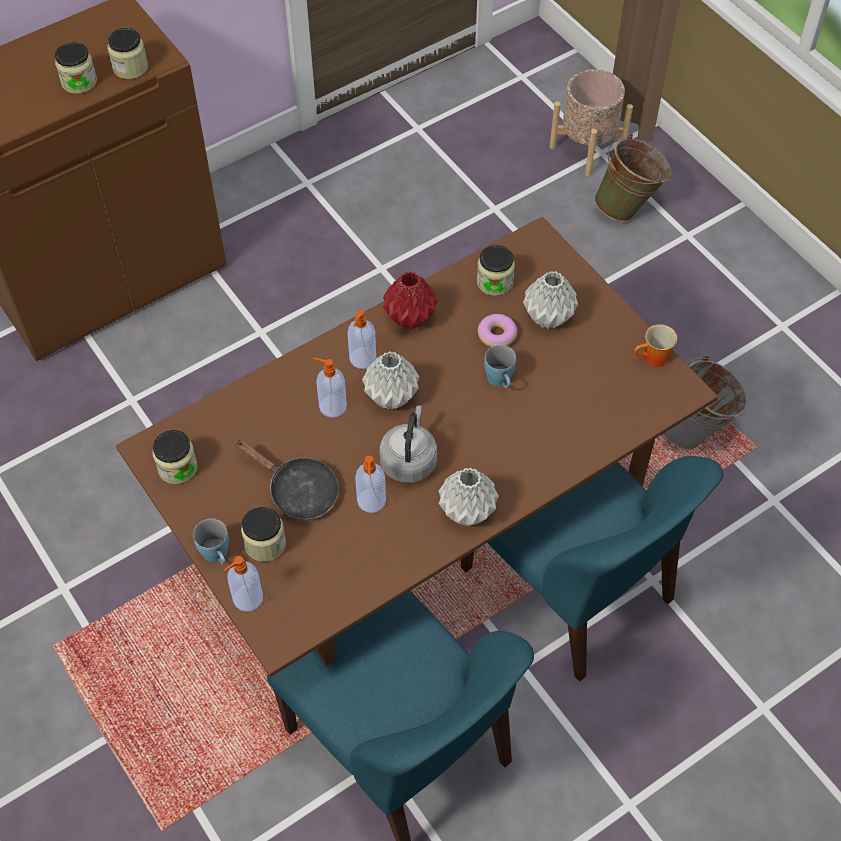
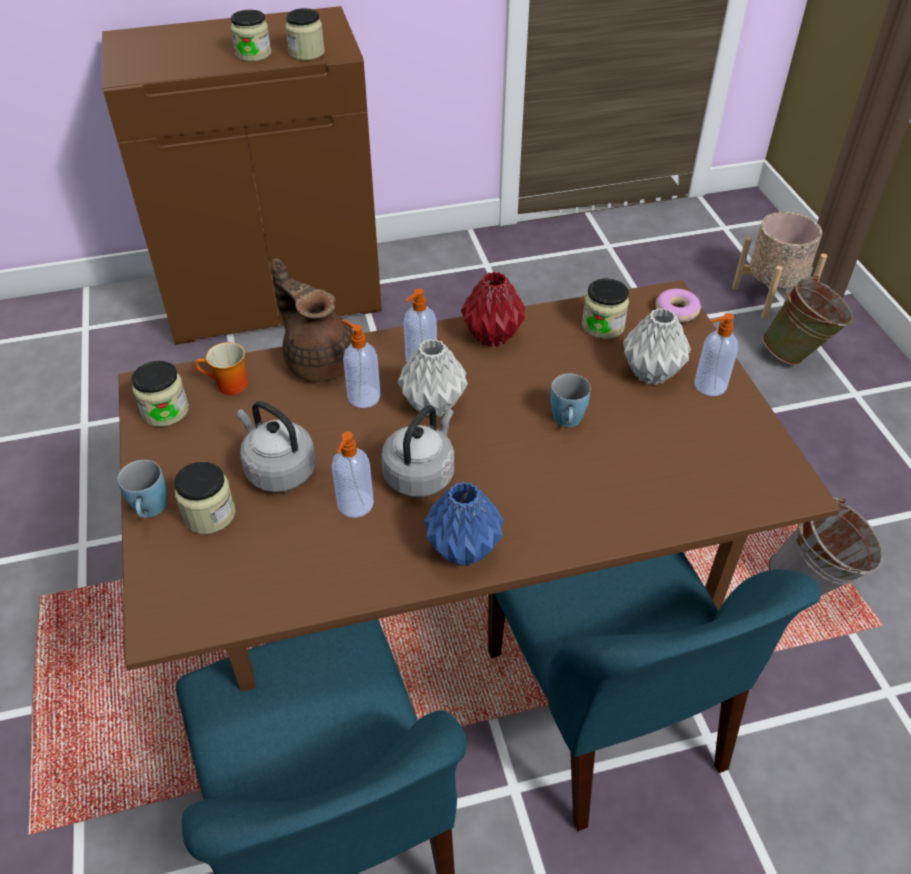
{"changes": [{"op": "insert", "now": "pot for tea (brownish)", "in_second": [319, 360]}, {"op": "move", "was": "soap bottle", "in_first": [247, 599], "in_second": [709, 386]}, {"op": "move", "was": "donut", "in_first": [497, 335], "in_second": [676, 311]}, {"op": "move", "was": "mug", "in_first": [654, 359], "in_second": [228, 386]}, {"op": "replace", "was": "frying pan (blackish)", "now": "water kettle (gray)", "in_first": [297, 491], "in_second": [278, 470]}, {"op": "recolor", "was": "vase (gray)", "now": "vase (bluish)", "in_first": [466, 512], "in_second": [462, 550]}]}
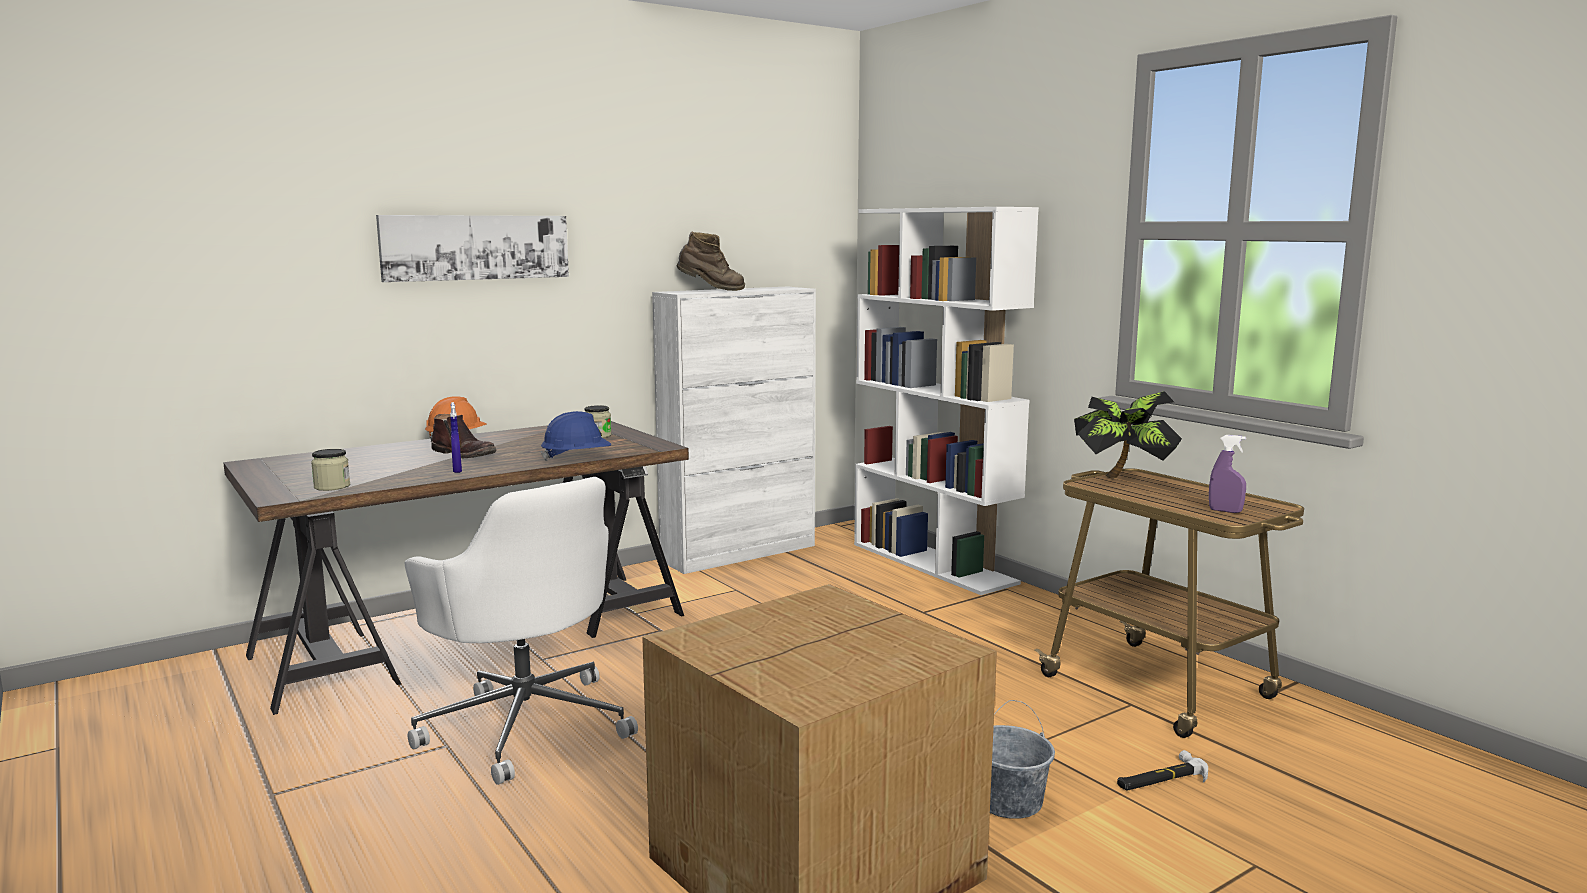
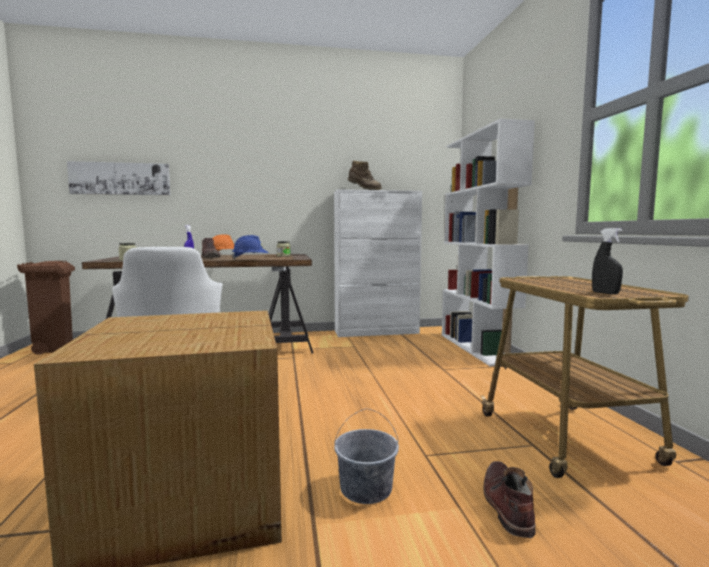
{"changes": [{"op": "delete", "was": "houseplant", "in_first": [1125, 478]}, {"op": "insert", "now": "rubbish bin (brownish)", "in_second": [54, 349]}, {"op": "move", "was": "wall art", "in_first": [476, 247], "in_second": [120, 178]}, {"op": "replace", "was": "hand hammer", "now": "high-top boot (brownish)", "in_first": [1161, 778], "in_second": [506, 504]}, {"op": "recolor", "was": "hand sprayer (purple)", "now": "hand sprayer (blackish)", "in_first": [1225, 511], "in_second": [605, 293]}]}
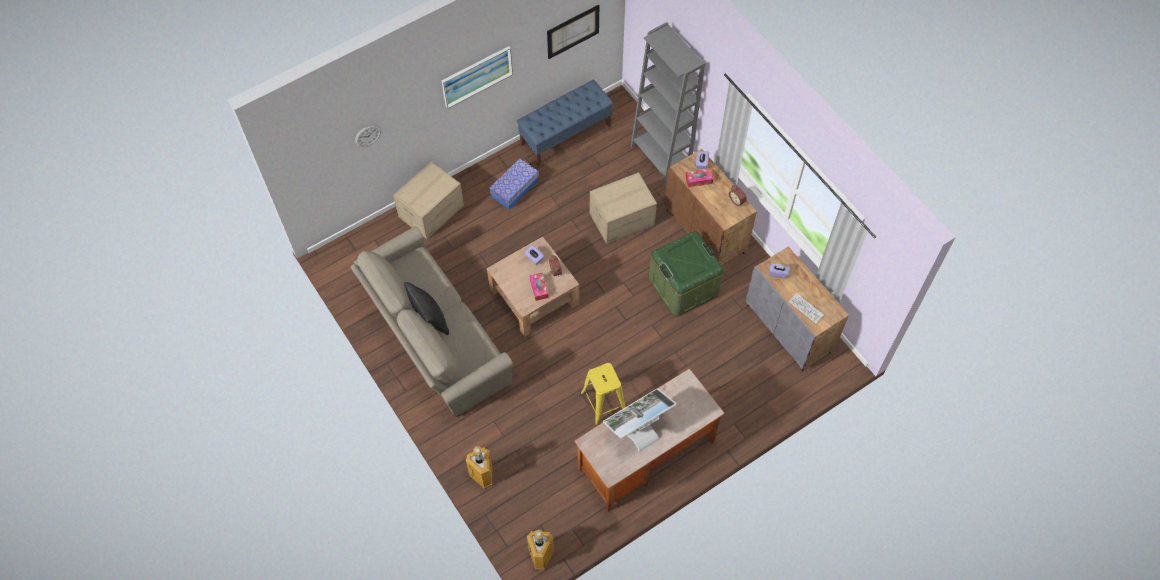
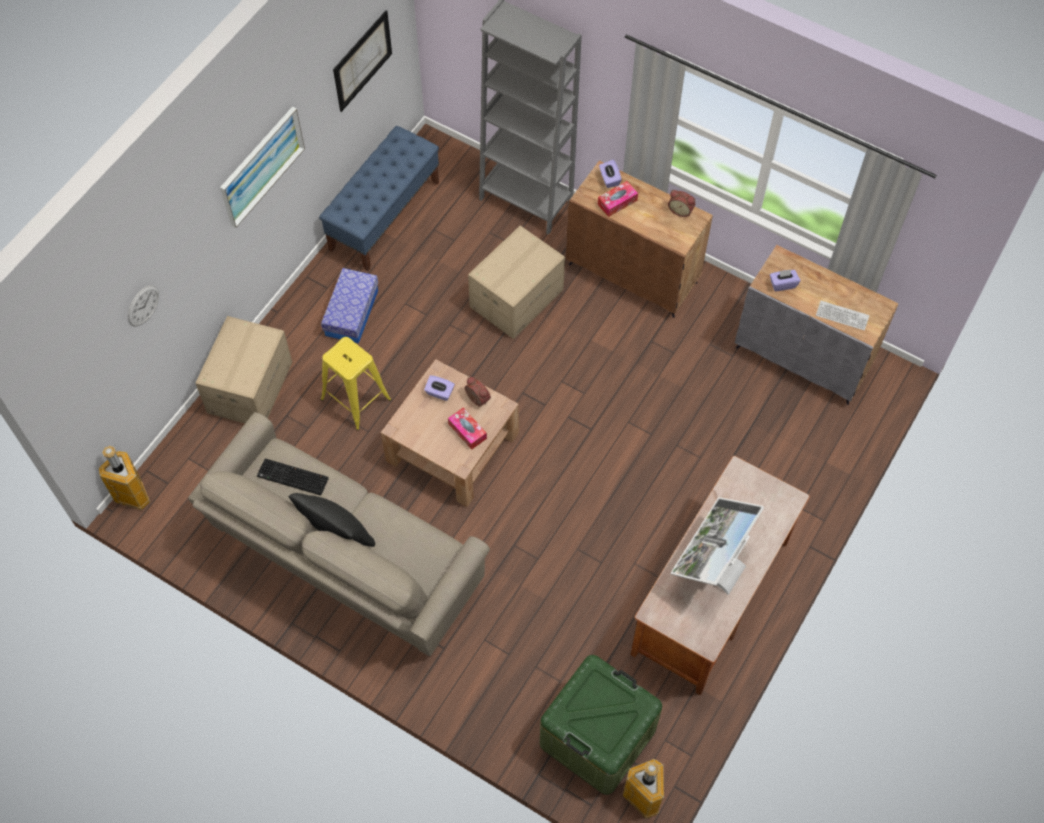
{"changes": [{"op": "insert", "now": "keyboard", "in_second": [291, 478]}, {"op": "move", "was": "rubbish bin", "in_first": [483, 476], "in_second": [134, 496]}, {"op": "move", "was": "sitting stool (yellowish)", "in_first": [603, 402], "in_second": [356, 399]}, {"op": "move", "was": "storage container (green)", "in_first": [683, 286], "in_second": [597, 737]}]}
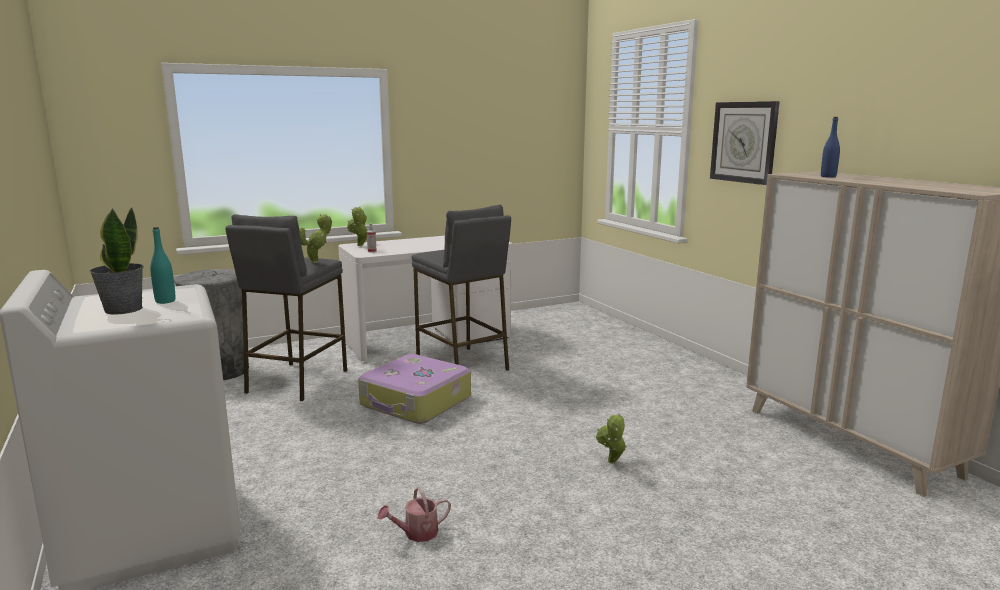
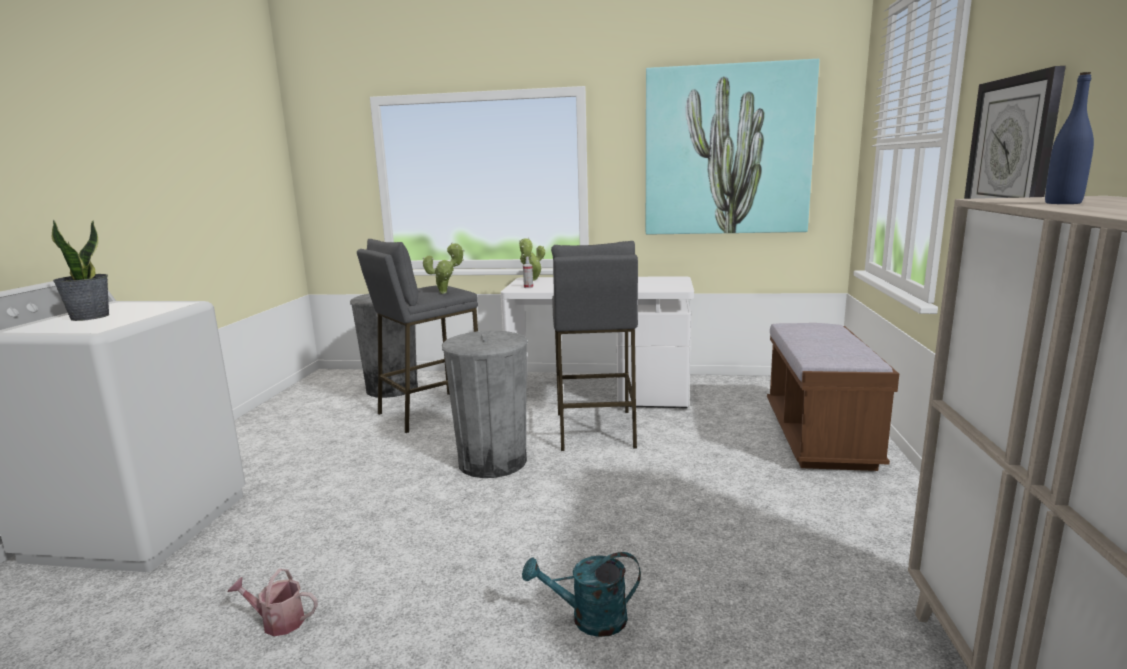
{"changes": [{"op": "delete", "was": "beverage bottle (turquoise)", "in_first": [165, 301]}, {"op": "insert", "now": "wall art", "in_second": [726, 151]}, {"op": "insert", "now": "bench (brownish)", "in_second": [819, 437]}, {"op": "replace", "was": "travel case", "now": "rubbish bin (gray)", "in_first": [415, 402], "in_second": [492, 462]}, {"op": "replace", "was": "houseplant", "now": "watering pot (turquoise)", "in_first": [612, 463], "in_second": [589, 619]}]}
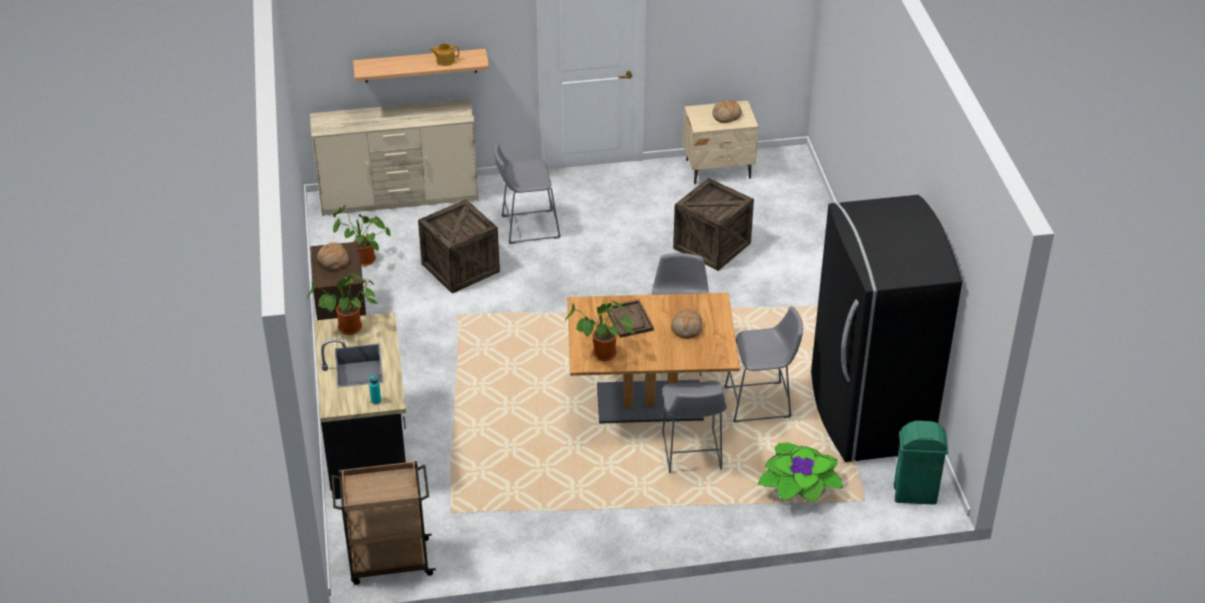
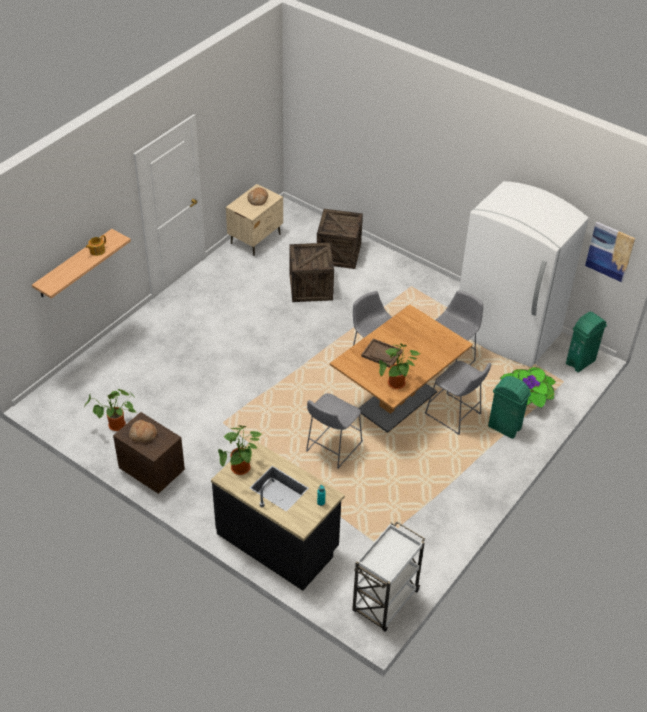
{"changes": [{"op": "delete", "was": "dresser (sand-coloured)", "in_first": [399, 197]}, {"op": "delete", "was": "bread", "in_first": [686, 328]}, {"op": "insert", "now": "rubbish bin (green)", "in_second": [504, 428]}, {"op": "insert", "now": "wall art", "in_second": [610, 251]}, {"op": "move", "was": "shipping crate", "in_first": [460, 268], "in_second": [338, 254]}, {"op": "move", "was": "sitting stool (gray)", "in_first": [526, 227], "in_second": [332, 448]}, {"op": "recolor", "was": "trolley (brownish)", "now": "trolley (whitish)", "in_first": [388, 562], "in_second": [384, 602]}, {"op": "recolor", "was": "kitchen fridge (blackish)", "now": "kitchen fridge (whitish)", "in_first": [868, 413], "in_second": [506, 333]}]}
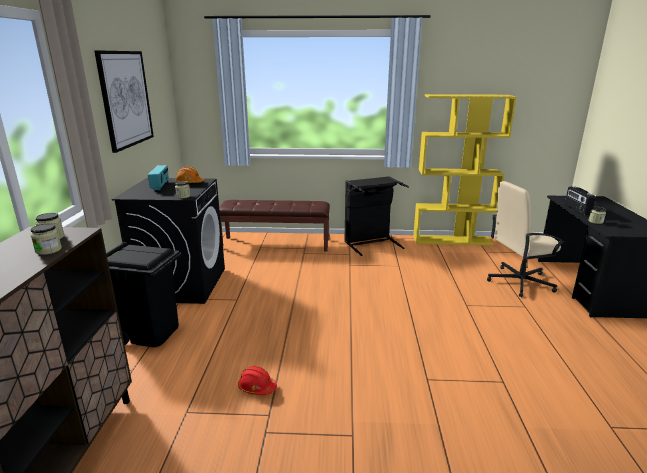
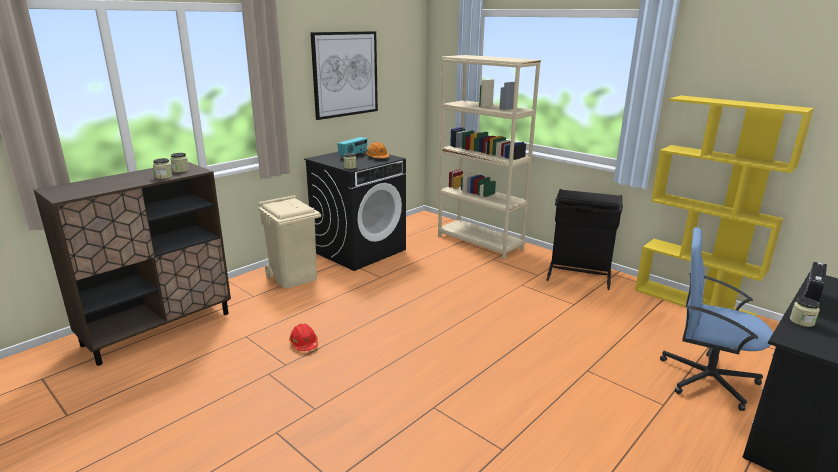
{"changes": [{"op": "replace", "was": "bench (brownish)", "now": "bookshelf (sand-coloured)", "in_first": [275, 244], "in_second": [480, 242]}, {"op": "recolor", "was": "rubbish bin (blackish)", "now": "rubbish bin (sand-coloured)", "in_first": [151, 333], "in_second": [294, 277]}, {"op": "recolor", "was": "computer chair (sand-coloured)", "now": "computer chair (bluish)", "in_first": [519, 282], "in_second": [706, 378]}]}
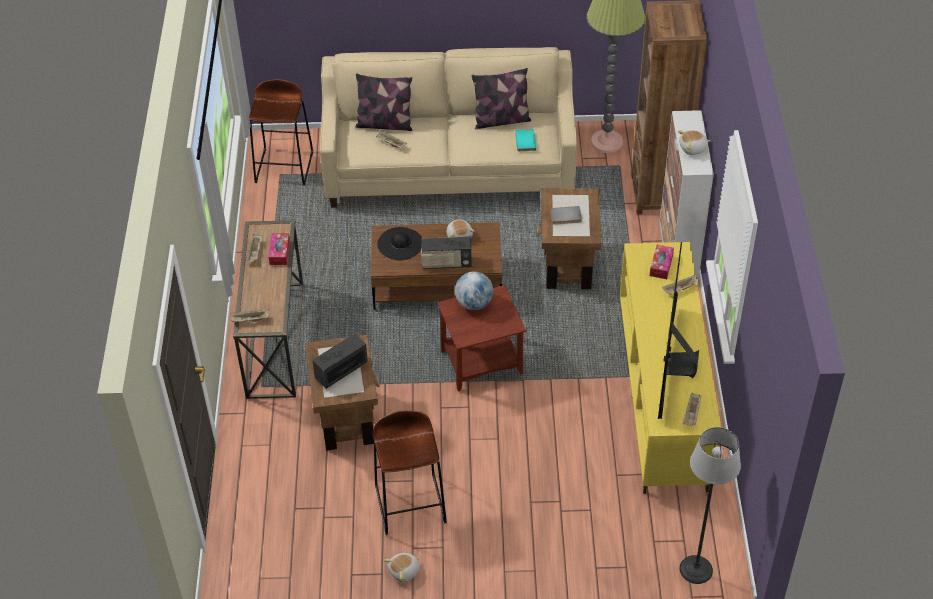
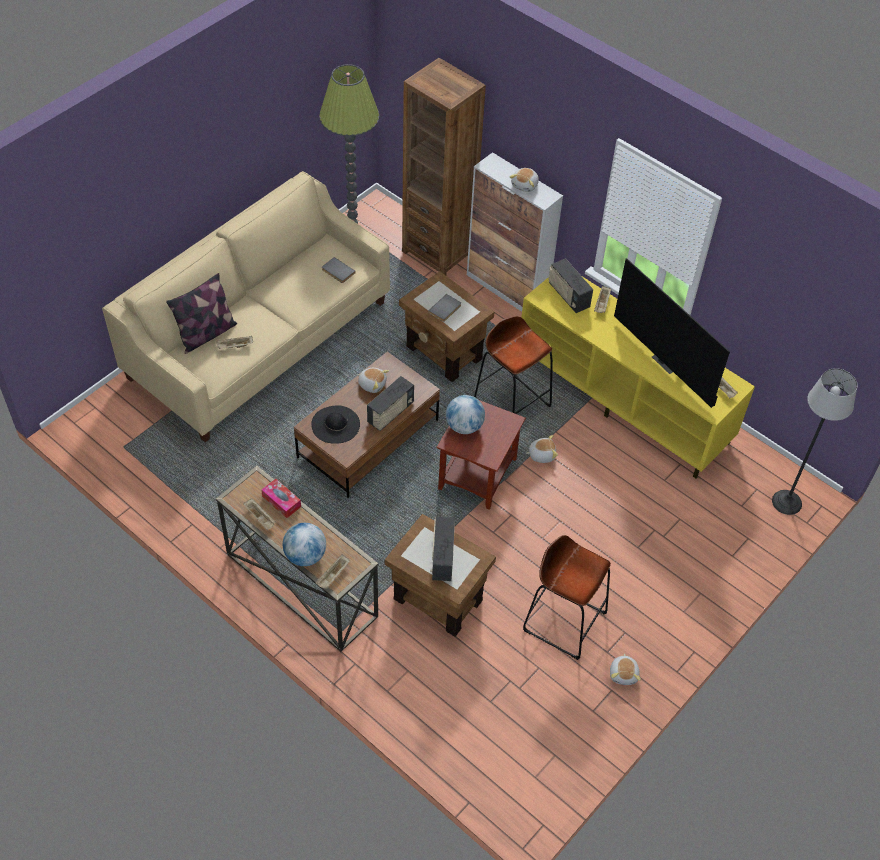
{"changes": [{"op": "delete", "was": "throw pillow", "in_first": [501, 120]}, {"op": "insert", "now": "world globe", "in_second": [305, 555]}, {"op": "insert", "now": "soft toy", "in_second": [541, 454]}, {"op": "move", "was": "sitting stool (brownish)", "in_first": [284, 167], "in_second": [512, 403]}, {"op": "replace", "was": "tissue holder", "now": "radio", "in_first": [661, 265], "in_second": [568, 296]}, {"op": "recolor", "was": "volume (turquoise)", "now": "volume (gray)", "in_first": [524, 141], "in_second": [337, 271]}]}
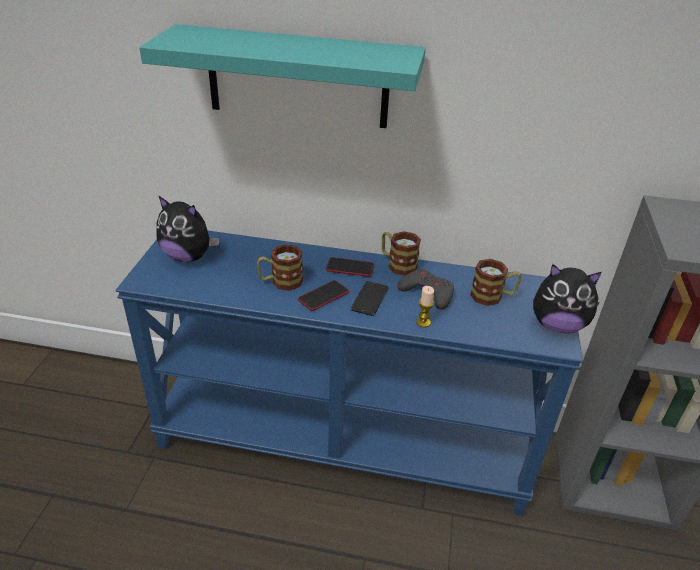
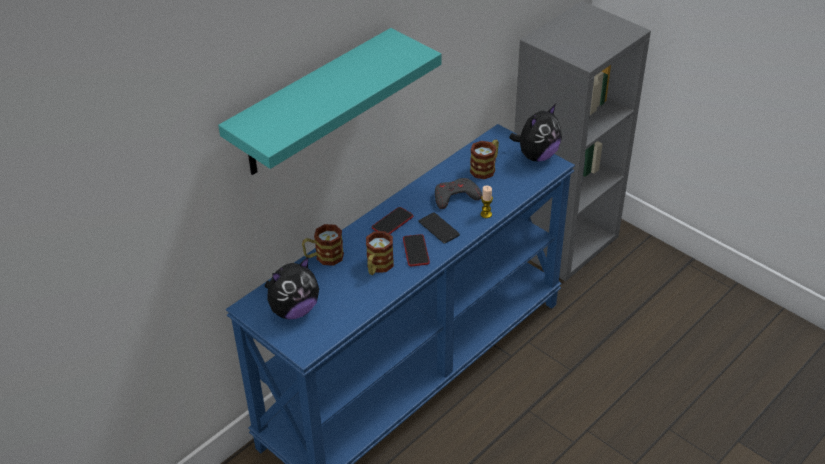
{"changes": [{"op": "move", "was": "mug", "in_first": [397, 264], "in_second": [324, 257]}]}
